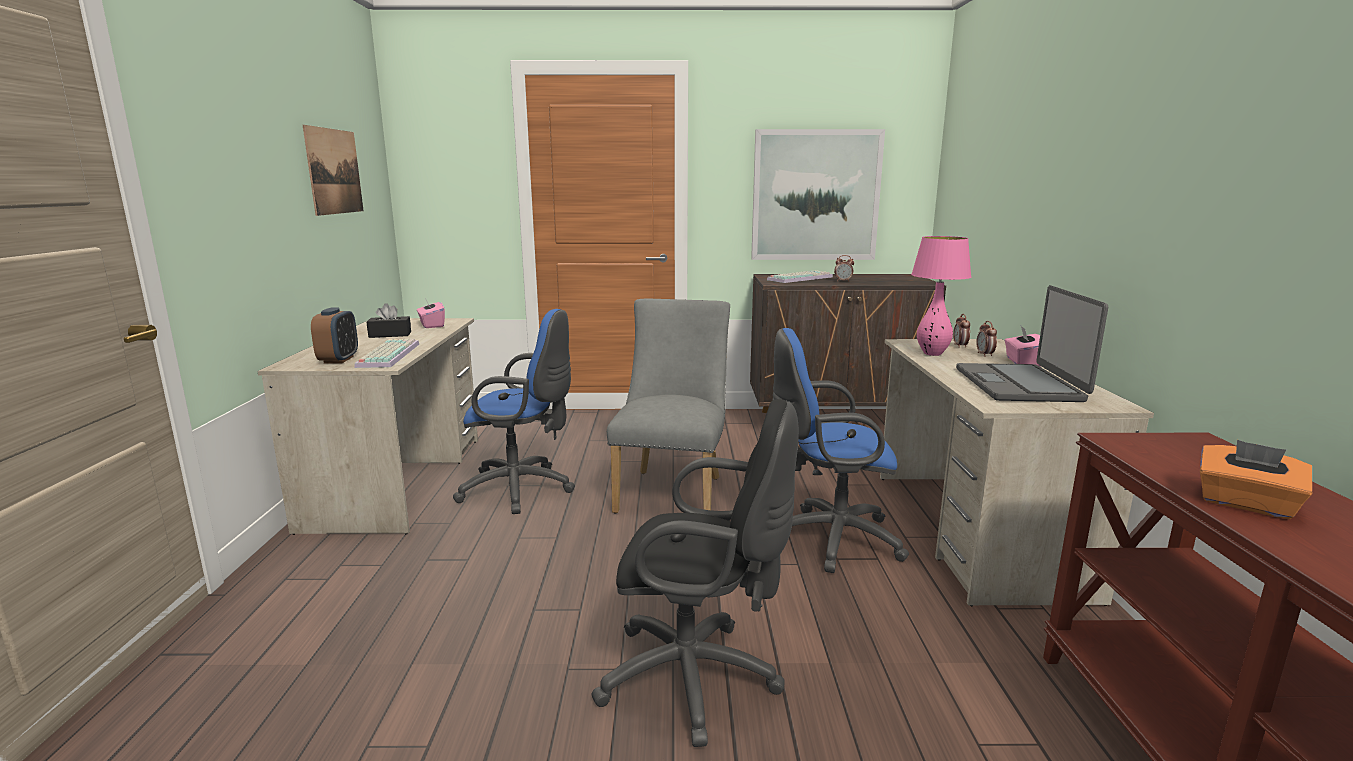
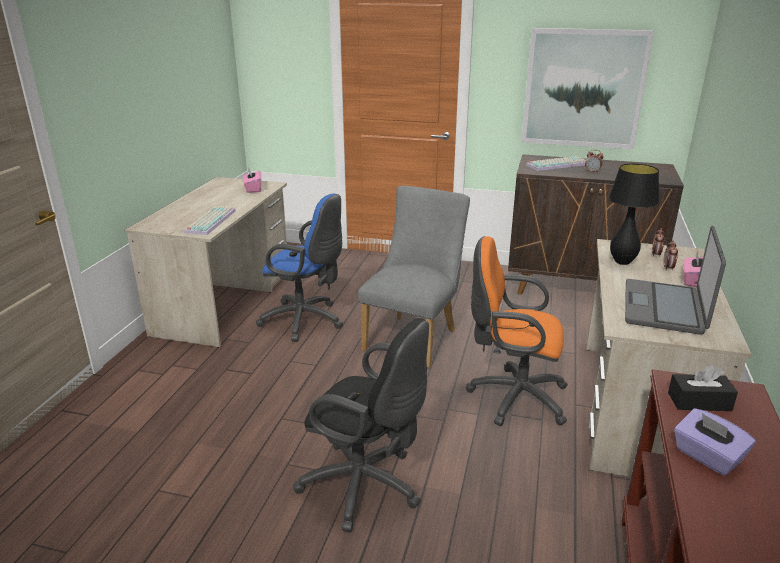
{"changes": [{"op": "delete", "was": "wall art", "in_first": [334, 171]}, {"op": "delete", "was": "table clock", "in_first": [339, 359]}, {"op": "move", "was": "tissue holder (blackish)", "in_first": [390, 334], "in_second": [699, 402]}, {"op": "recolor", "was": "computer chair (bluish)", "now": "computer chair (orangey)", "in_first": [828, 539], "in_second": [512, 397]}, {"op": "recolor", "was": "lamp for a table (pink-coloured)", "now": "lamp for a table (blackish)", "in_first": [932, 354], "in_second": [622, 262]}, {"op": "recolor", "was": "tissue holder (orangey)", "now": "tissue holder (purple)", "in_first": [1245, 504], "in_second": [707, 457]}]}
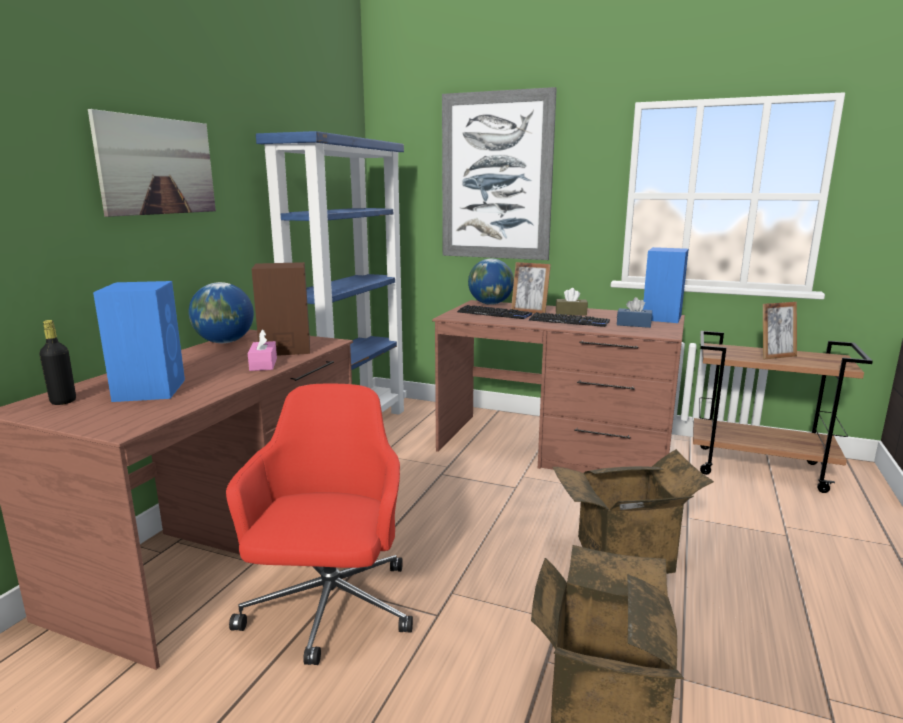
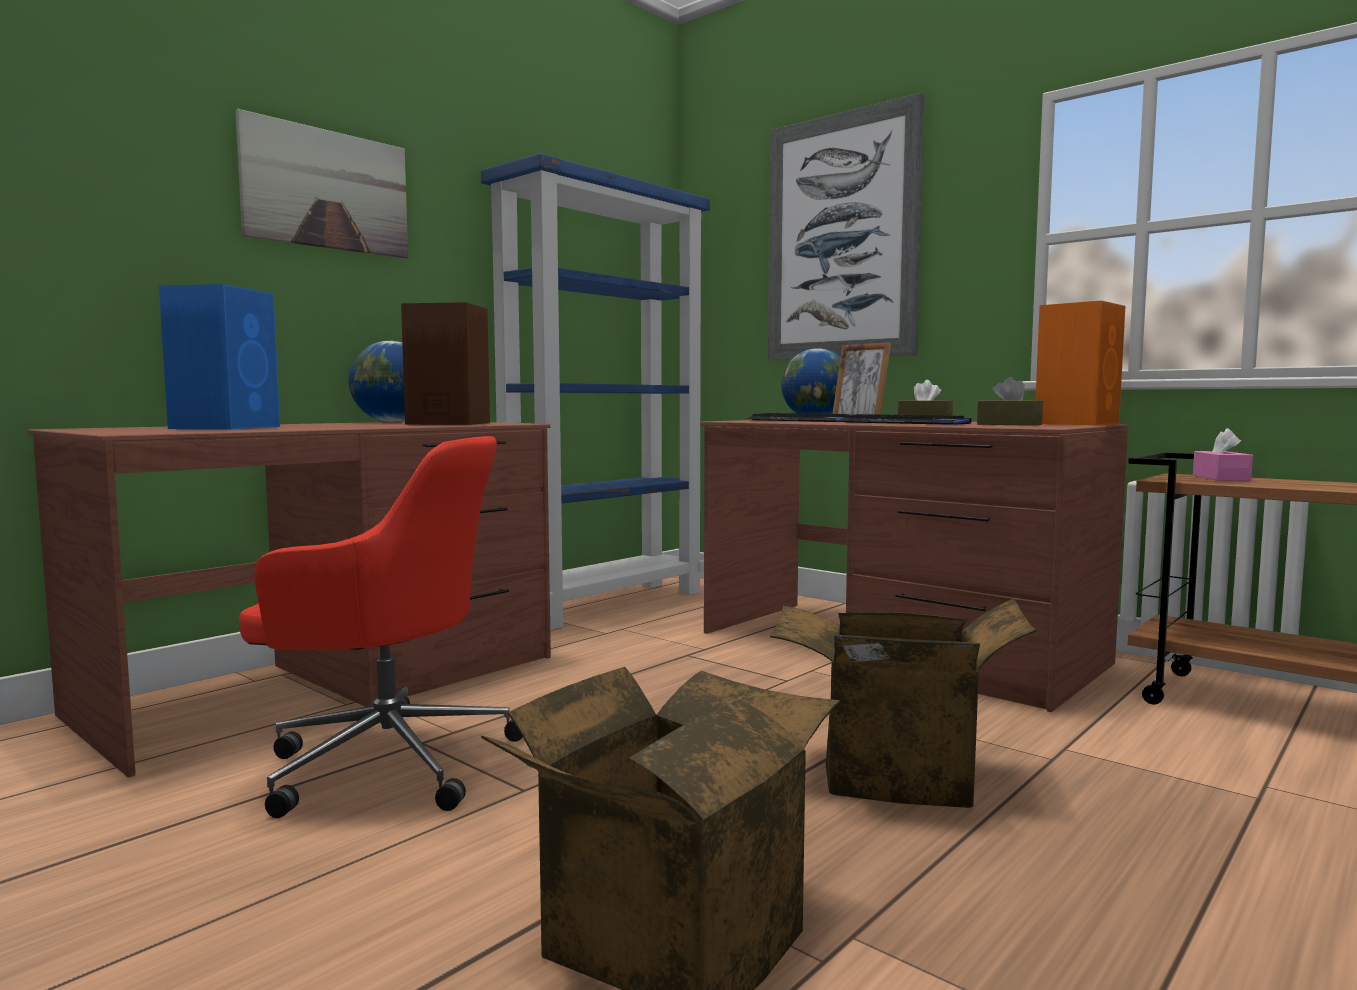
{"changes": [{"op": "delete", "was": "beverage bottle (blackish)", "in_first": [63, 401]}, {"op": "delete", "was": "standing frame", "in_first": [775, 356]}, {"op": "move", "was": "tissue holder (pink-coloured)", "in_first": [263, 364], "in_second": [1220, 478]}, {"op": "recolor", "was": "tissue holder (bluish)", "now": "tissue holder (brownish)", "in_first": [633, 324], "in_second": [1009, 424]}, {"op": "recolor", "was": "audio speaker (bluish)", "now": "audio speaker (orangey)", "in_first": [661, 317], "in_second": [1077, 423]}, {"op": "rotate", "was": "computer chair (reddish)", "in_first": [330, 609], "in_second": [387, 760], "clockwise": 75}]}
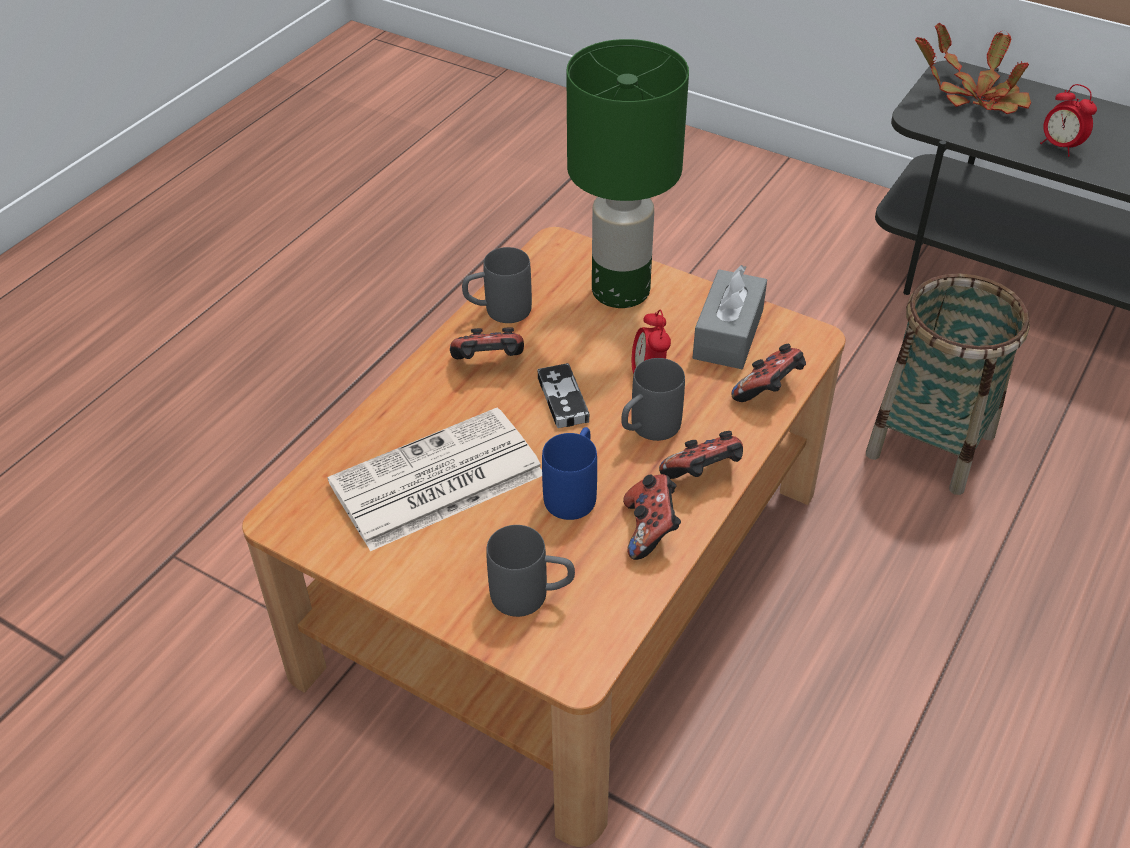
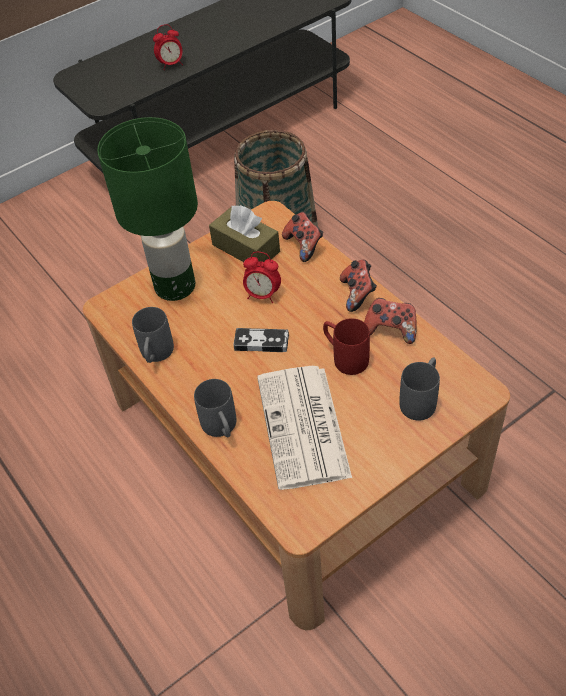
{"changes": [{"op": "delete", "was": "gamepad", "in_first": [489, 364]}, {"op": "delete", "was": "houseplant", "in_first": [976, 97]}, {"op": "move", "was": "mug (gray)", "in_first": [647, 429], "in_second": [222, 429]}, {"op": "recolor", "was": "mug (bluish)", "now": "mug (reddish)", "in_first": [574, 491], "in_second": [344, 357]}, {"op": "recolor", "was": "tissue holder (gray)", "now": "tissue holder (brownish)", "in_first": [728, 334], "in_second": [246, 248]}]}
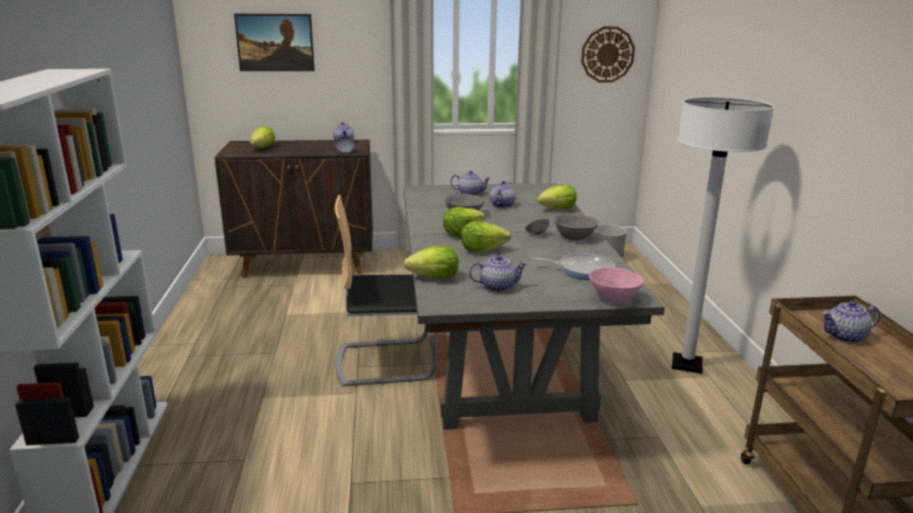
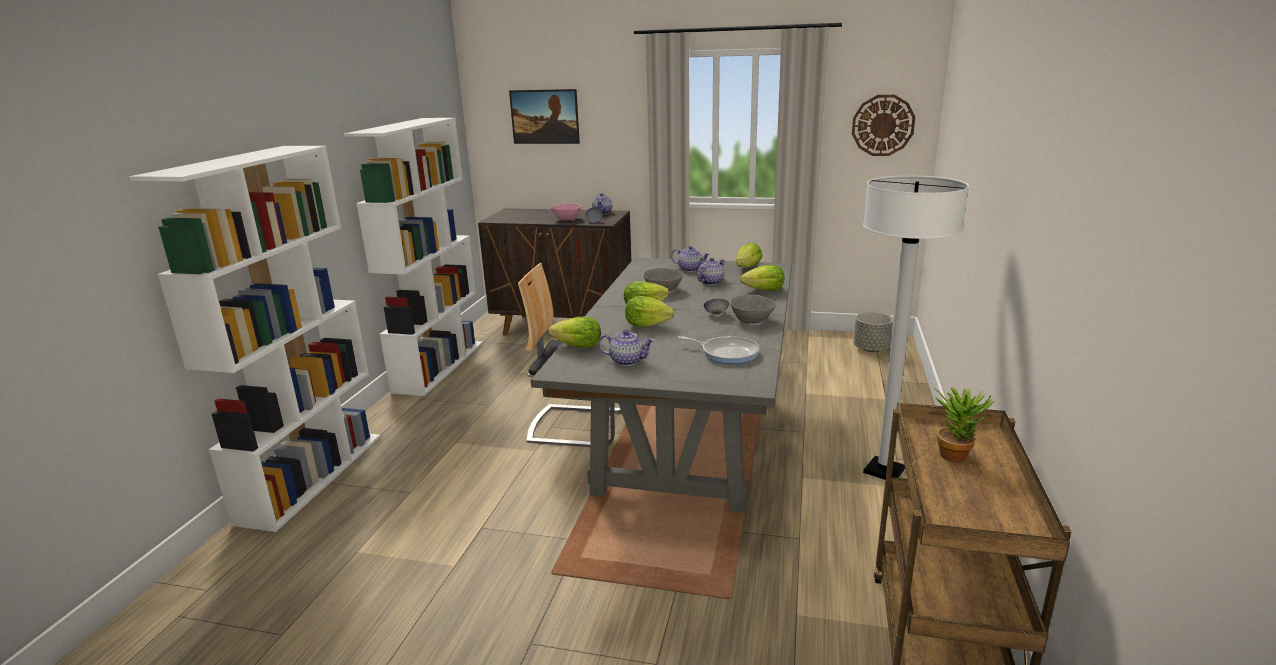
{"changes": [{"op": "insert", "now": "bookshelf (whitish)", "in_second": [439, 366]}, {"op": "move", "was": "head of lettuce", "in_first": [263, 148], "in_second": [747, 267]}, {"op": "move", "was": "deep dish (pink-coloured)", "in_first": [614, 297], "in_second": [567, 219]}, {"op": "replace", "was": "pot for tea", "now": "houseplant", "in_first": [845, 336], "in_second": [956, 454]}]}
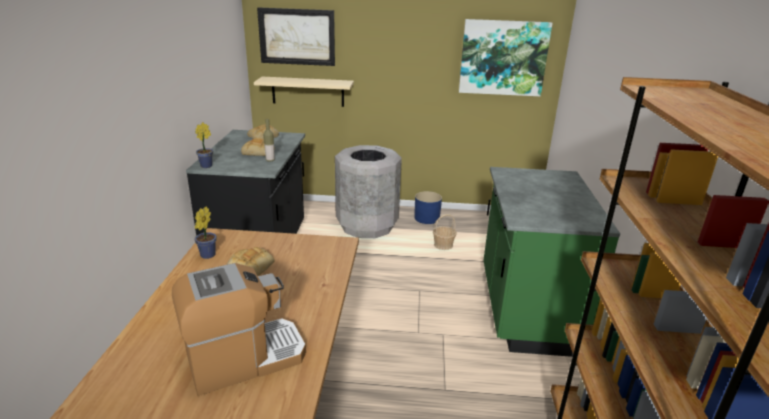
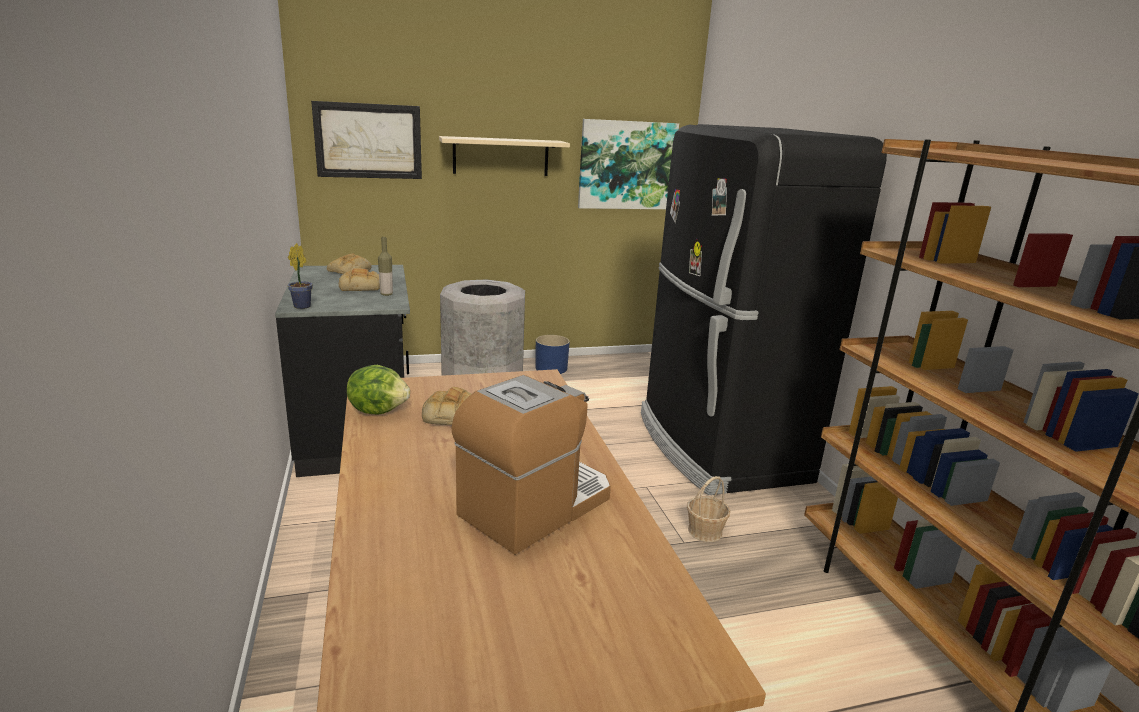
{"changes": [{"op": "move", "was": "shelf (sand-coloured)", "in_first": [308, 91], "in_second": [501, 156]}, {"op": "move", "was": "household basket", "in_first": [443, 245], "in_second": [705, 531]}, {"op": "replace", "was": "houseplant", "now": "head of lettuce", "in_first": [206, 256], "in_second": [378, 410]}, {"op": "replace", "was": "kitchen base unit (green)", "now": "kitchen fridge (blackish)", "in_first": [525, 310], "in_second": [718, 447]}]}
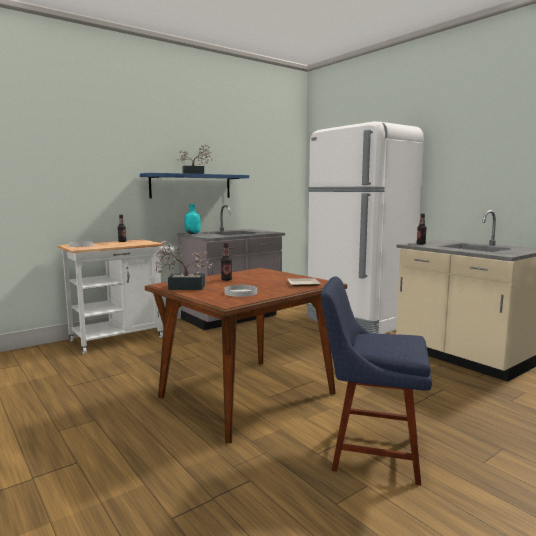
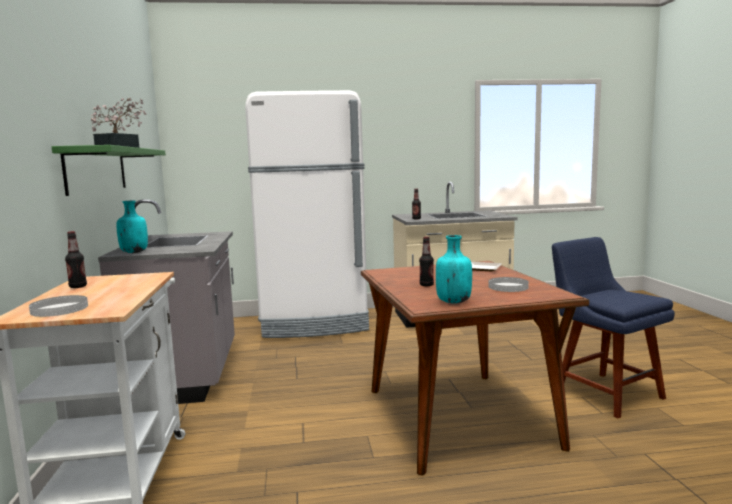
{"changes": [{"op": "replace", "was": "houseplant", "now": "beverage bottle (turquoise)", "in_first": [182, 287], "in_second": [453, 302]}, {"op": "recolor", "was": "shelf (bluish)", "now": "shelf (green)", "in_first": [191, 186], "in_second": [97, 170]}, {"op": "rotate", "was": "upright chair (bluish)", "in_first": [370, 451], "in_second": [604, 392], "clockwise": 105}]}
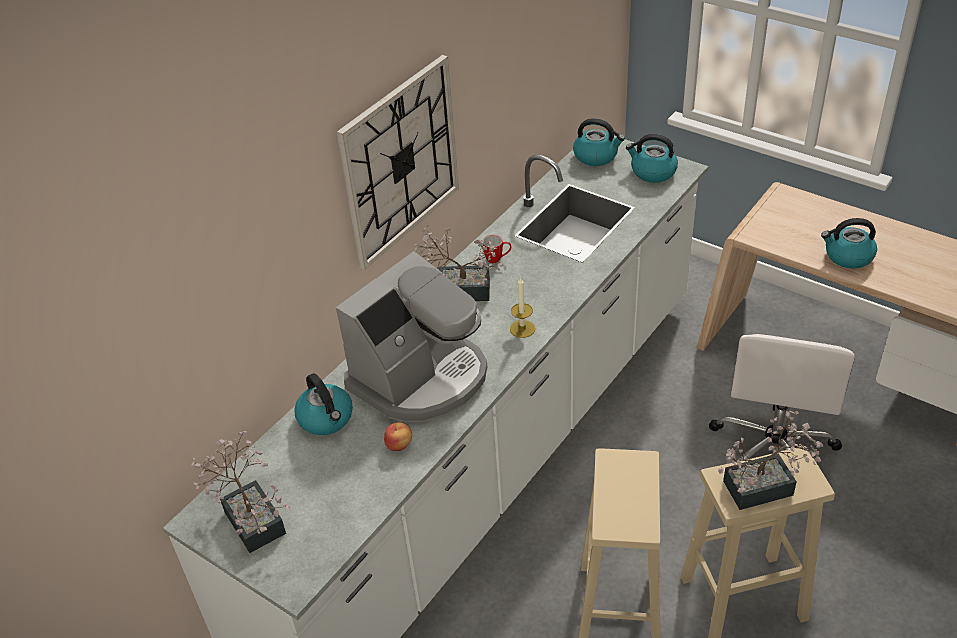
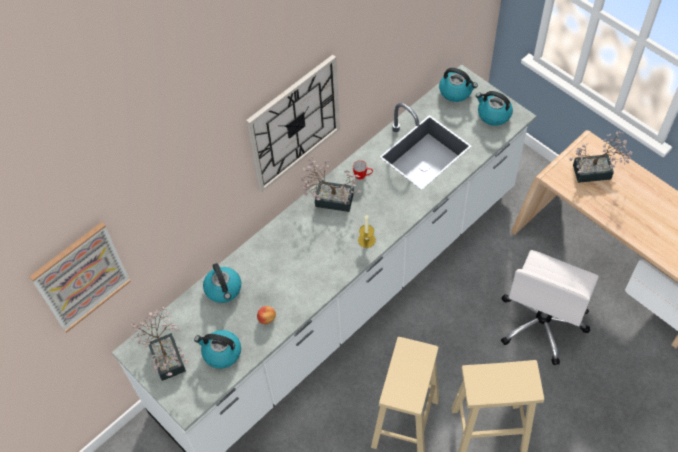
{"changes": [{"op": "delete", "was": "coffee brewer", "in_first": [421, 378]}, {"op": "insert", "now": "wall art", "in_second": [81, 277]}, {"op": "move", "was": "houseplant", "in_first": [766, 486], "in_second": [596, 172]}, {"op": "move", "was": "water kettle", "in_first": [848, 256], "in_second": [221, 353]}]}
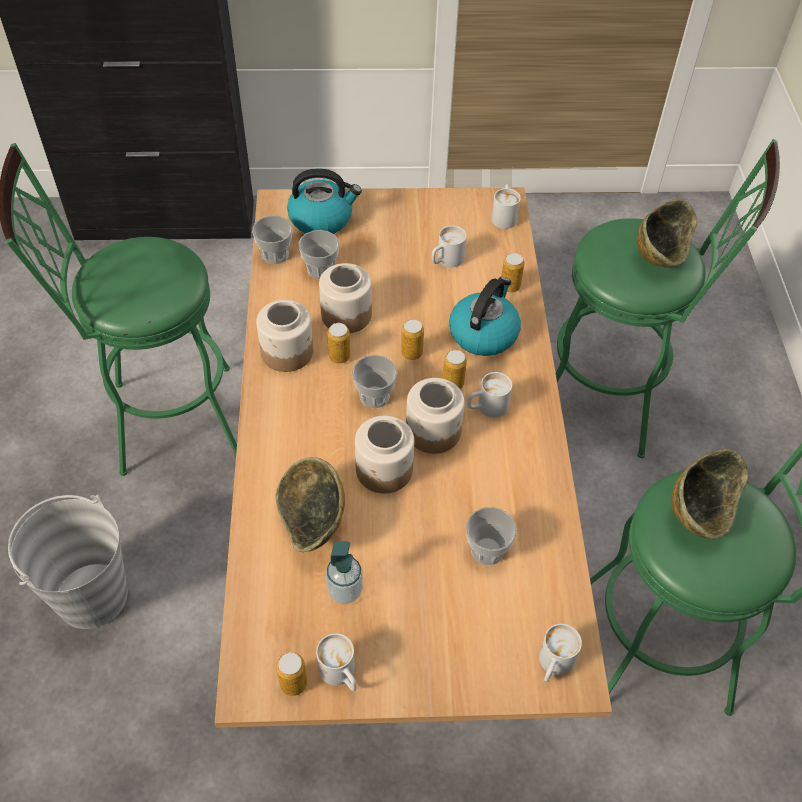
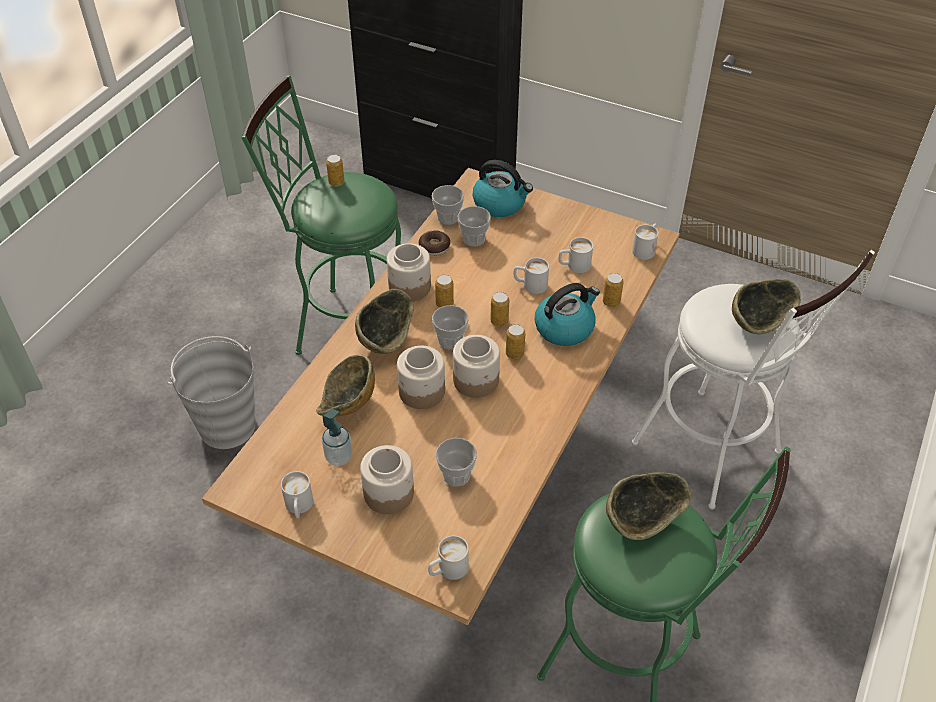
{"changes": [{"op": "insert", "now": "deep dish", "in_second": [386, 340]}, {"op": "insert", "now": "donut", "in_second": [434, 247]}, {"op": "move", "was": "can", "in_first": [293, 683], "in_second": [336, 182]}, {"op": "move", "was": "jar", "in_first": [346, 314], "in_second": [388, 492]}, {"op": "move", "was": "mug (whitish)", "in_first": [486, 408], "in_second": [530, 285]}, {"op": "recolor", "was": "sitting stool (green)", "now": "sitting stool (whitish)", "in_first": [613, 402], "in_second": [715, 455]}]}
